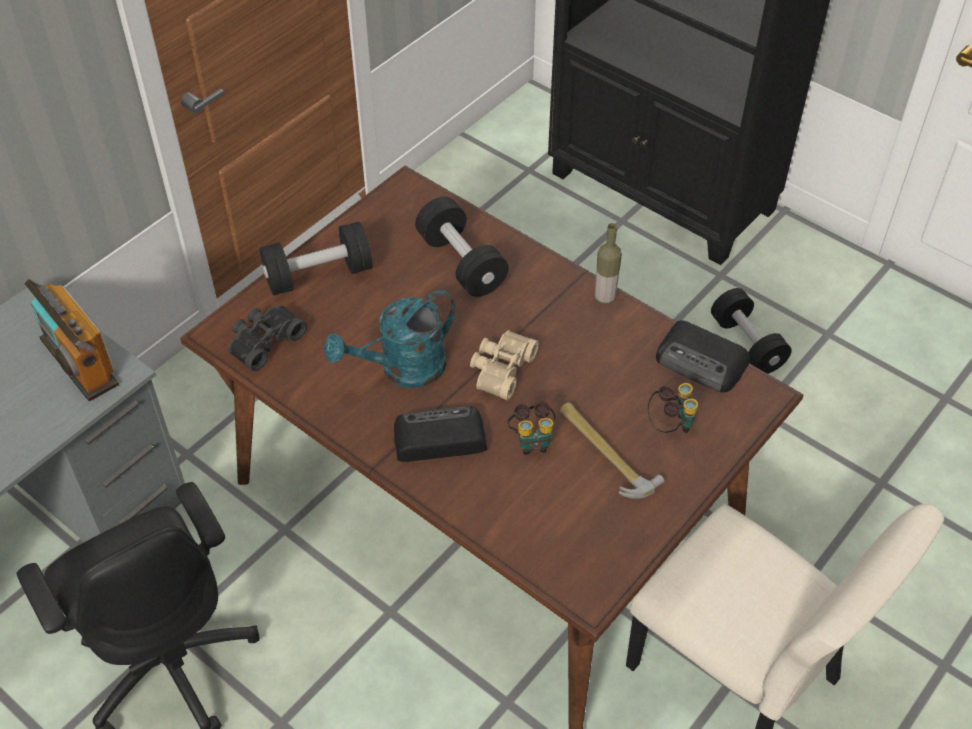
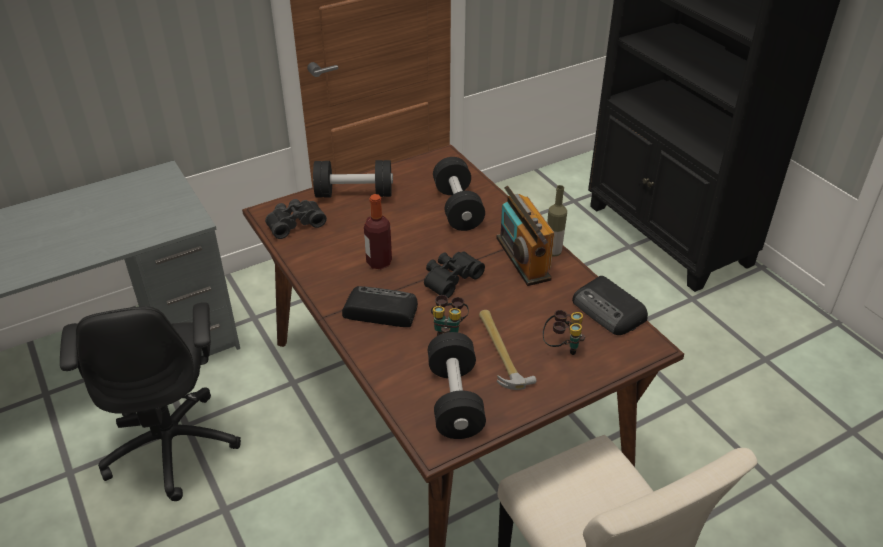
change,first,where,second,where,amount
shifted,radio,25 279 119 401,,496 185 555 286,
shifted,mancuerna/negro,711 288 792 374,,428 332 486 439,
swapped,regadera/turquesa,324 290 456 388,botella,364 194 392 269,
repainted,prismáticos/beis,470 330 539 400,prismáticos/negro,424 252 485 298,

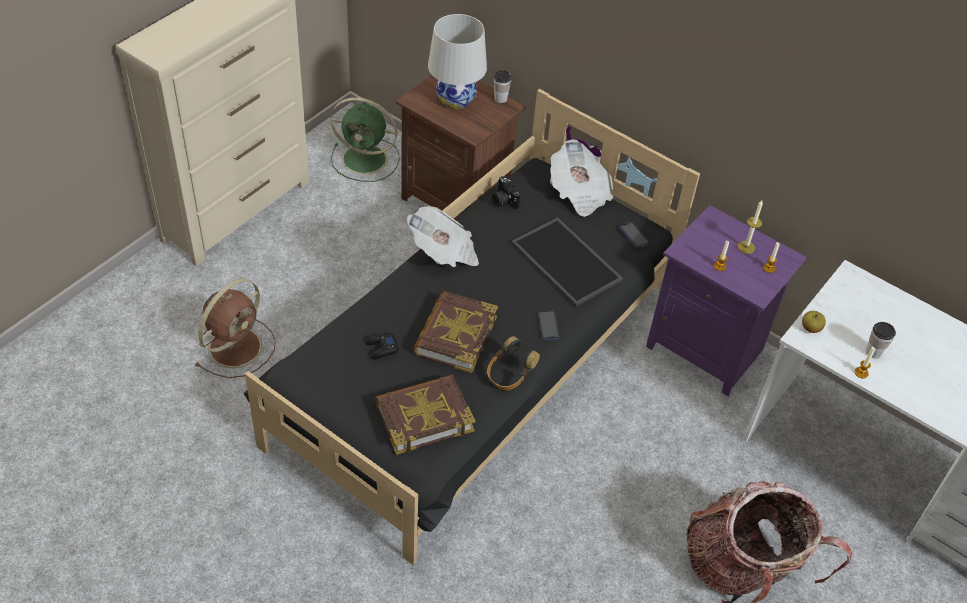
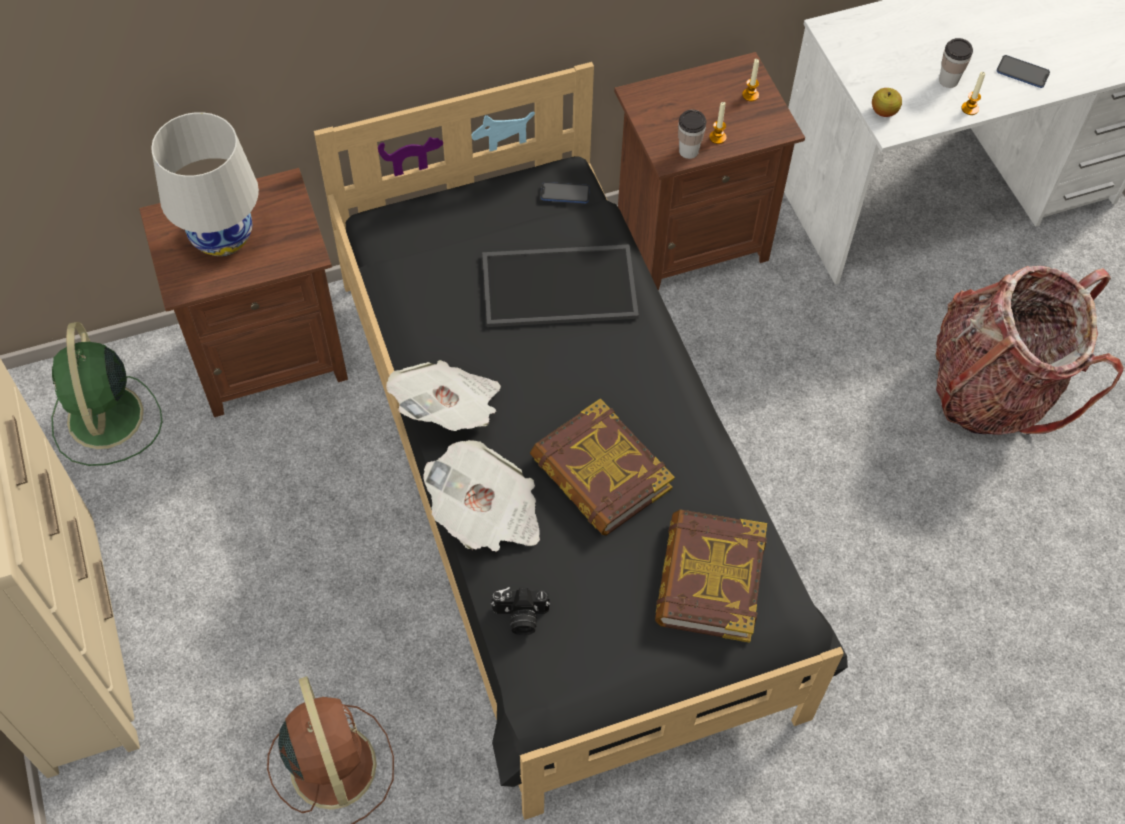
change,first,where,second,where,amount
gone,mando de consola/negro,366 332 399 359,,,
gone,auriculares,487 336 540 390,,,
gone,vela,738 200 763 254,,,
shifted,cámara,492 176 520 209,,491 587 550 635,
shifted,taza,494 70 512 103,,678 109 706 159,
shifted,móvil,538 310 560 340,,997 55 1050 88,
shifted,periódico,550 139 613 217,,423 440 540 552,
repainted,mesita de noche/morado,646 205 807 396,mesita de noche/marrón,614 52 805 291,
rotated,ventilador/verde,330 97 400 182,,51 322 163 466,120 degrees clockwise

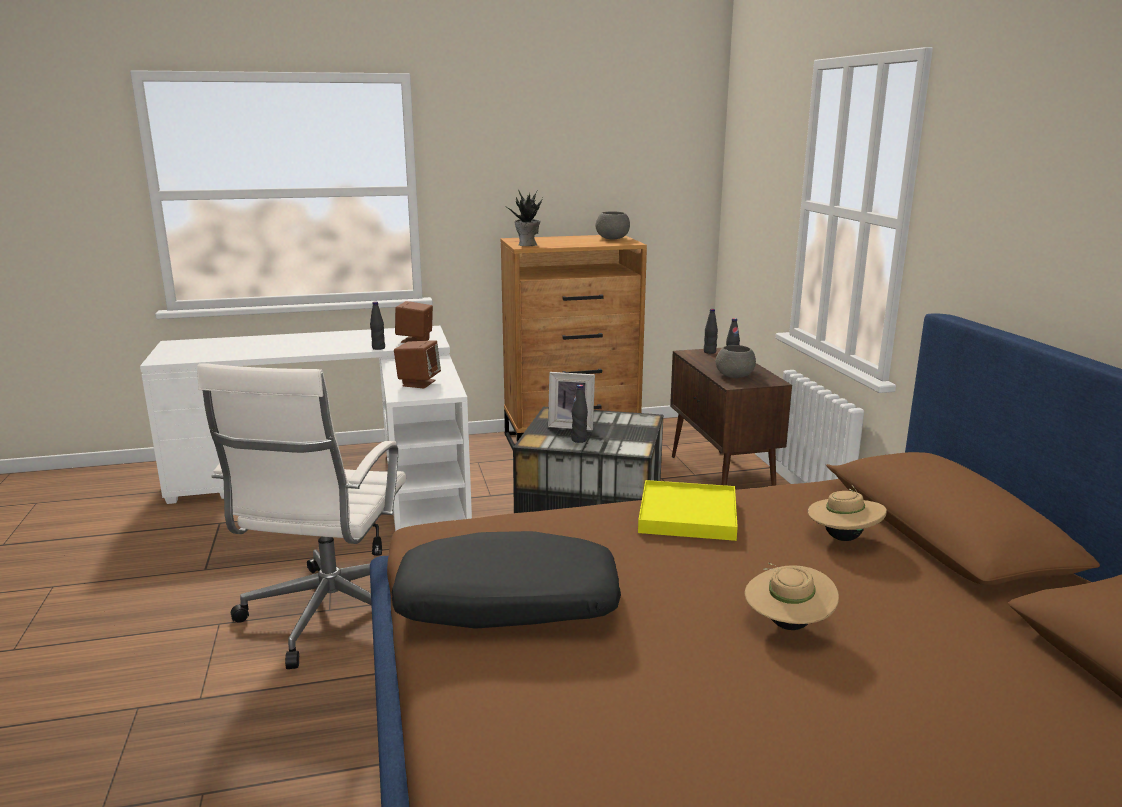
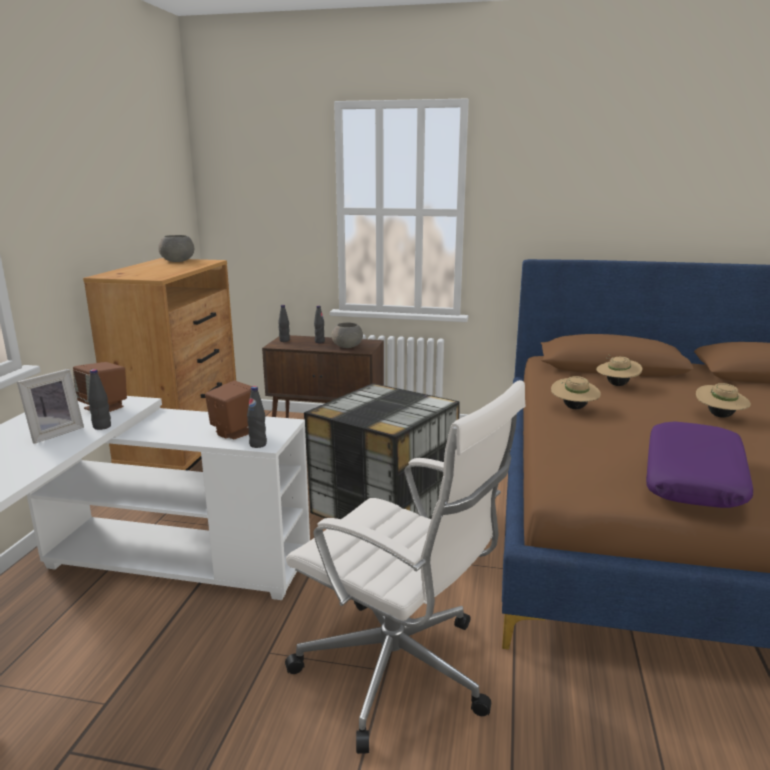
change,first,where,second,where,amount
gone,planta en maceta,507 190 543 246,,,
shifted,portarretratos,548 372 595 430,,17 369 84 444,
shifted,botella/negro,571 385 588 443,,247 386 267 448,
swapped,bandeja/amarillo,638 480 738 541,sombrero/beis,551 376 601 409,
repainted,cojín/negro,392 531 621 629,cojín/morado,646 421 754 508,

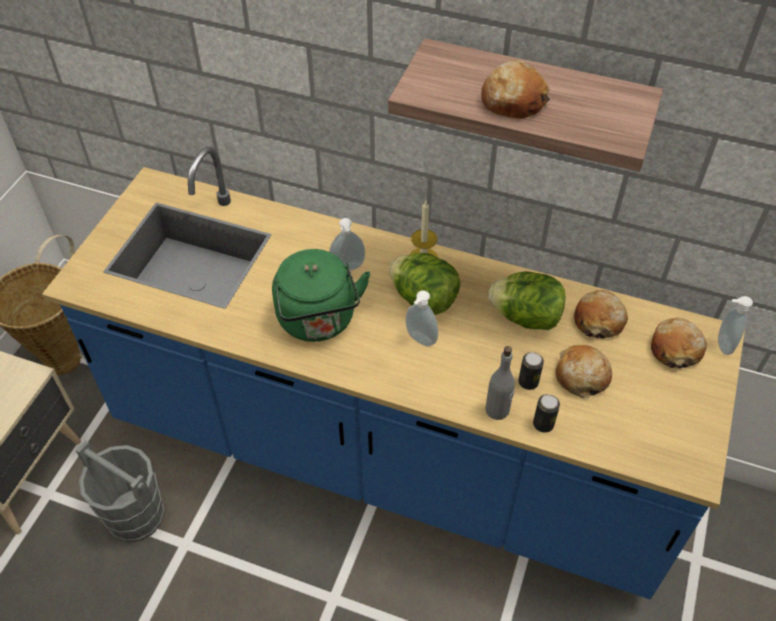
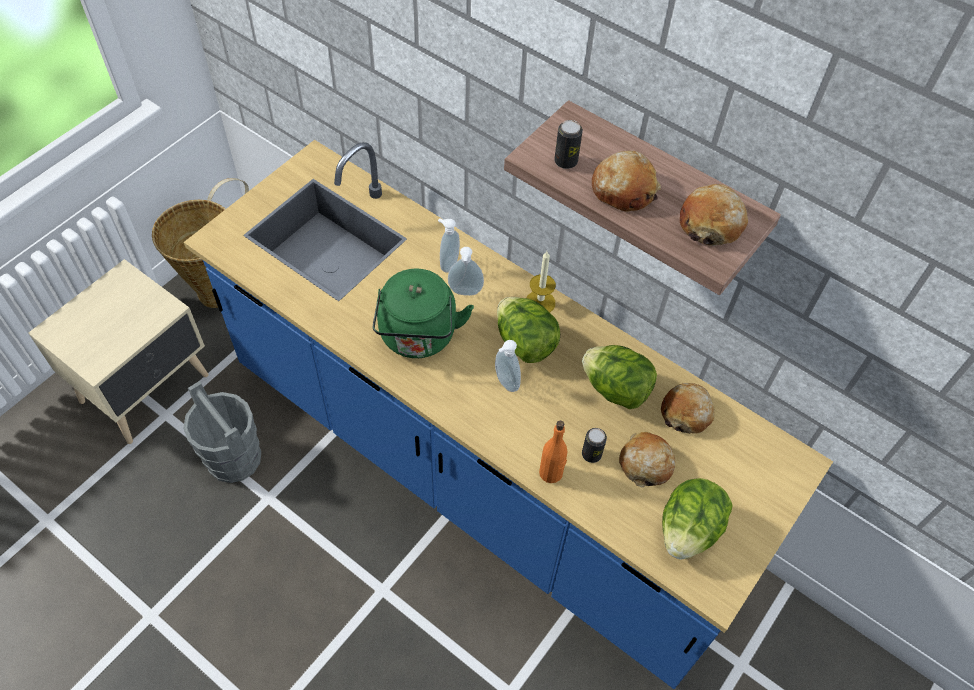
change,first,where,second,where,amount
new,,,lechuga,662 478 733 559,
shifted,lata,533 394 560 433,,554 120 583 169,
shifted,pan,651 318 707 369,,680 184 748 246,
shifted,dispensador de jabón,718 296 753 355,,438 218 460 273,
repainted,botella/gris,485 346 515 420,botella/naranja,539 421 567 483,

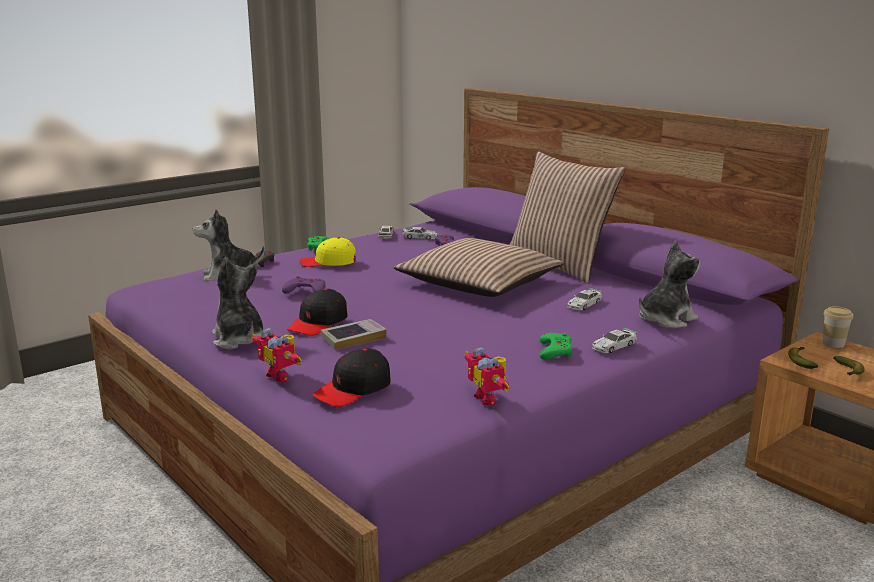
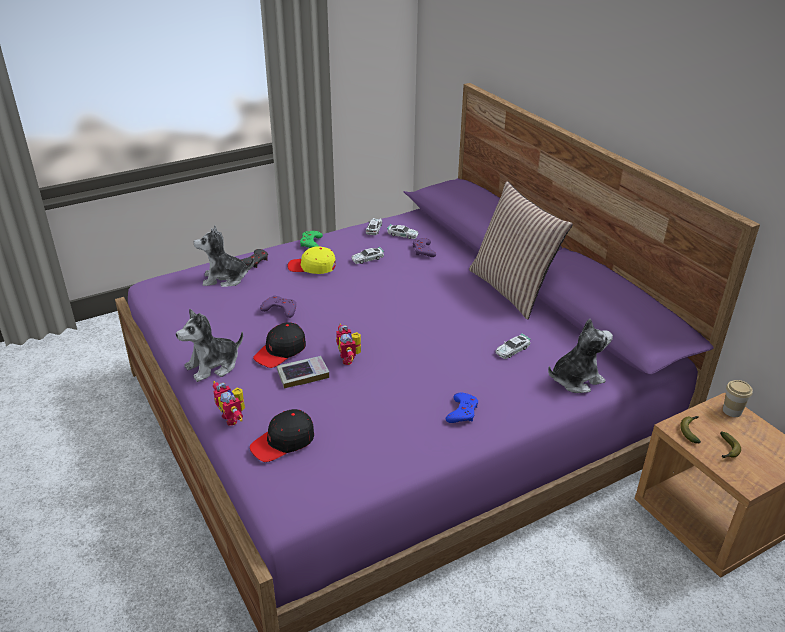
change,first,where,second,where,amount
gone,cojín,394 238 564 297,,,
shifted,robot de juguete,464 348 509 406,,336 323 361 365,
shifted,coche de juguete,592 328 637 353,,351 247 384 264,
repainted,mando de consola/verde,539 333 572 360,mando de consola/azul,446 393 478 423,
rotated,peluche,212 257 267 349,,176 309 243 382,105 degrees counterclockwise

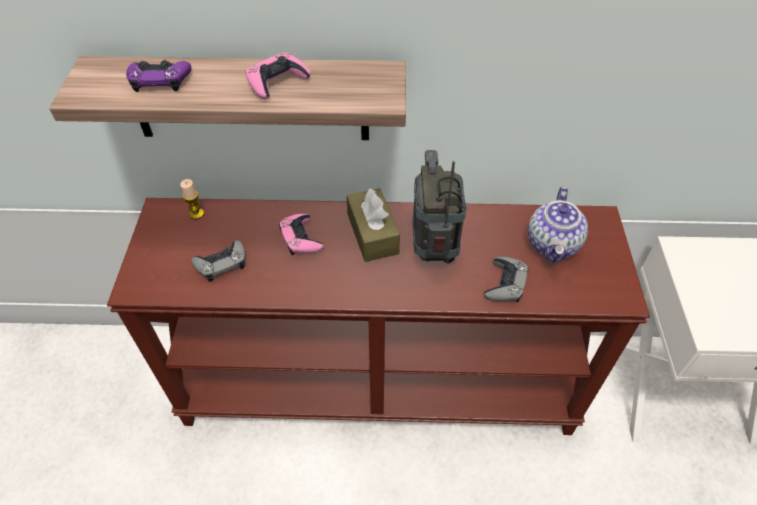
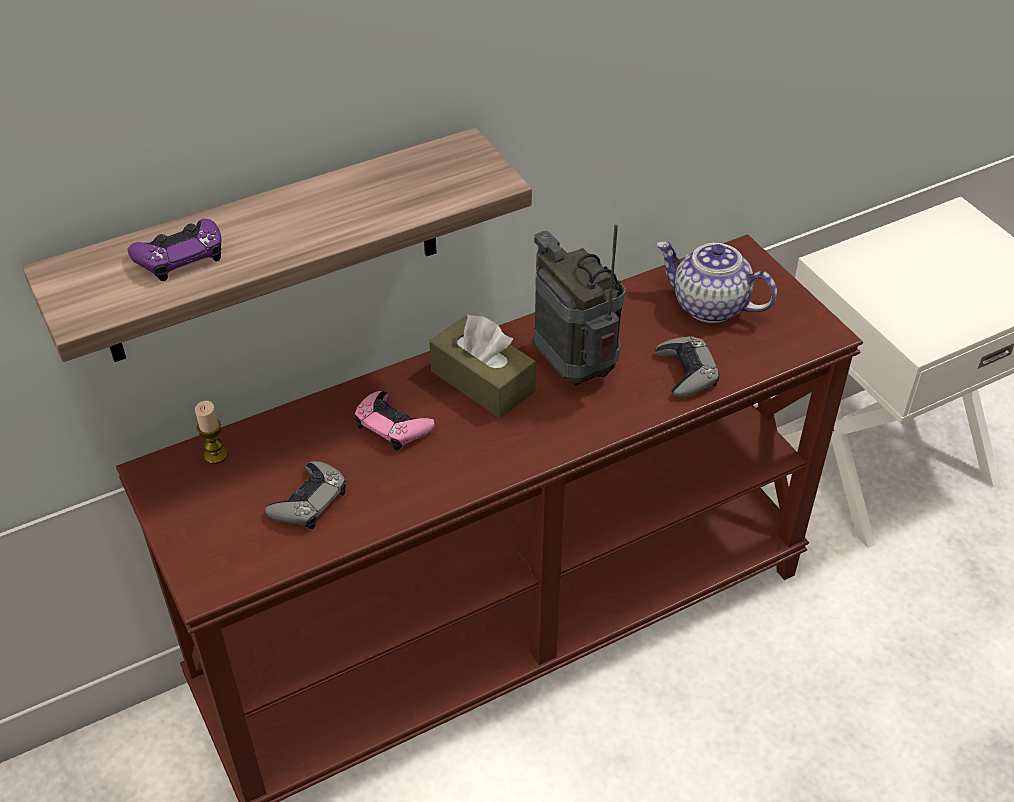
change,first,where,second,where,amount
gone,mando de consola/rosa,245 53 310 100,,,
rotated,tetera,528 187 588 263,,656 241 777 323,135 degrees clockwise

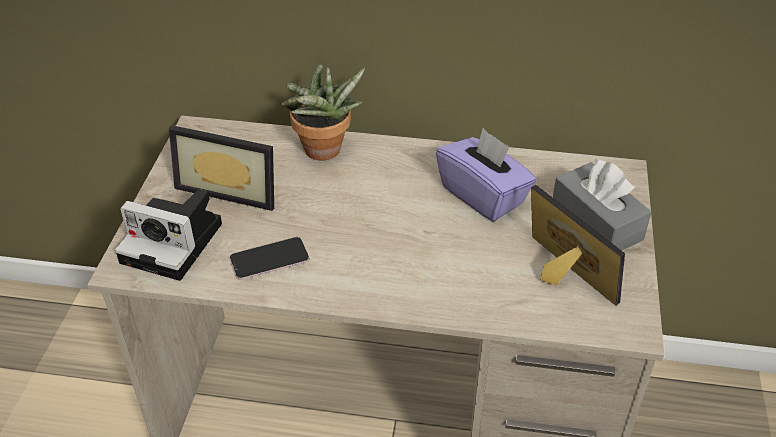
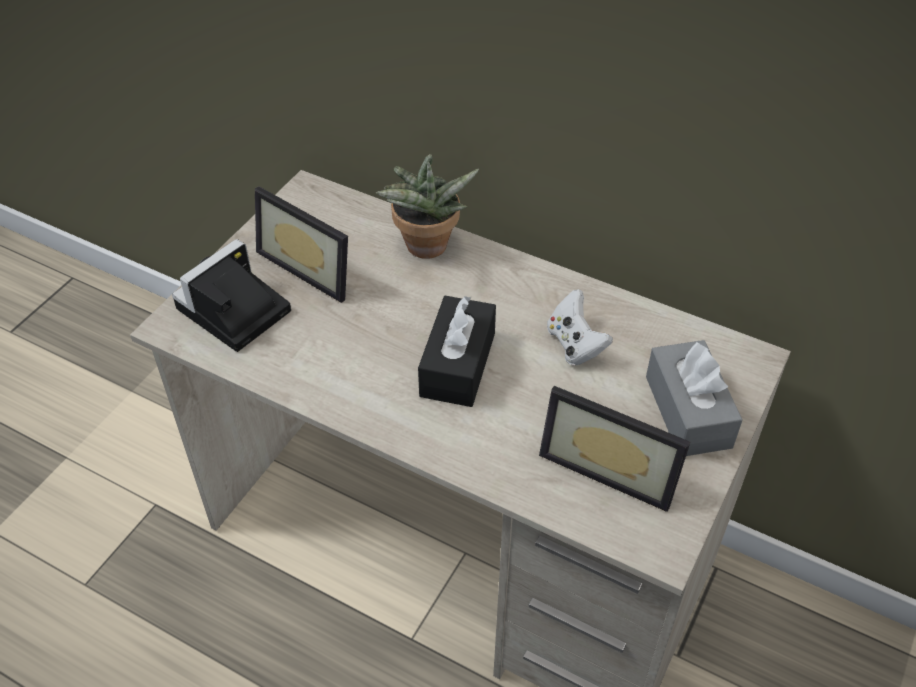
change,first,where,second,where,amount
gone,móvil,229 237 310 280,,,
new,,,caja de pañuelos/negro,418 296 496 407,
swapped,caja de pañuelos/morado,436 128 537 222,mando de consola/blanco,547 289 613 366,
rotated,cámara,115 189 222 281,,172 239 291 352,90 degrees clockwise
rotated,portarretratos,531 185 625 306,,539 386 690 512,135 degrees clockwise

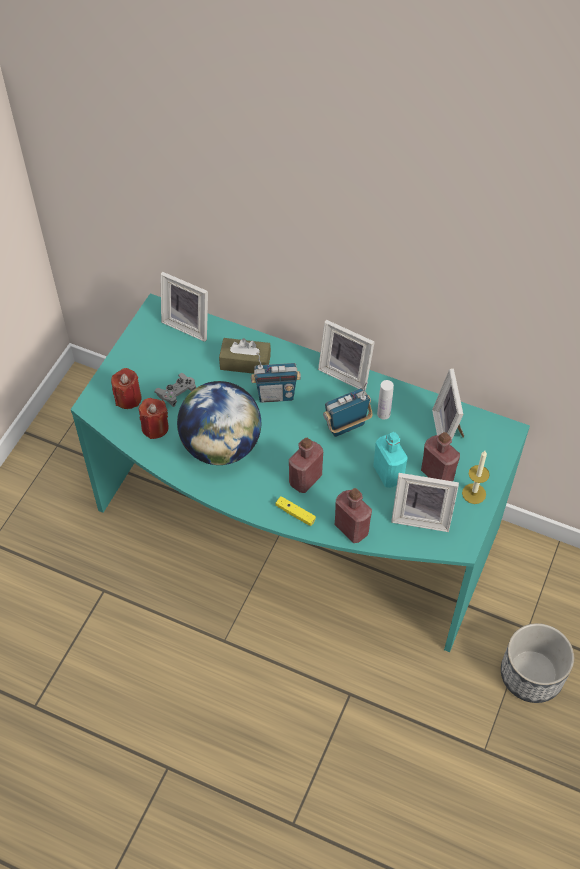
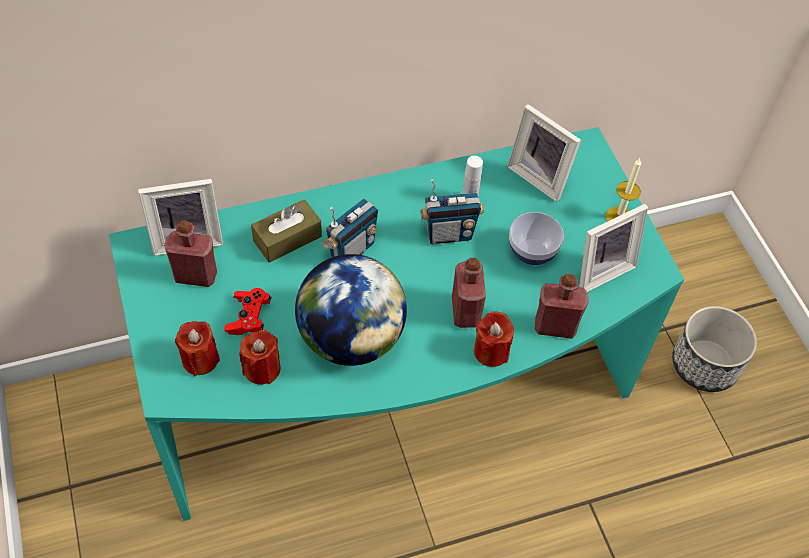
change,first,where,second,where,amount
gone,portarretratos,318 320 375 390,,,
shifted,botella/rojo,421 432 460 481,,164 220 217 287,
swapped,mando de consola/amarillo,276 496 316 526,vela/rojo,474 311 514 367,
swapped,botella/turquesa,373 432 408 488,cuenco,509 212 564 265,
repainted,mando de consola/gris,155 373 196 407,mando de consola/rojo,224 288 271 335,
rotated,radio,323 382 373 437,,420 179 484 244,120 degrees counterclockwise

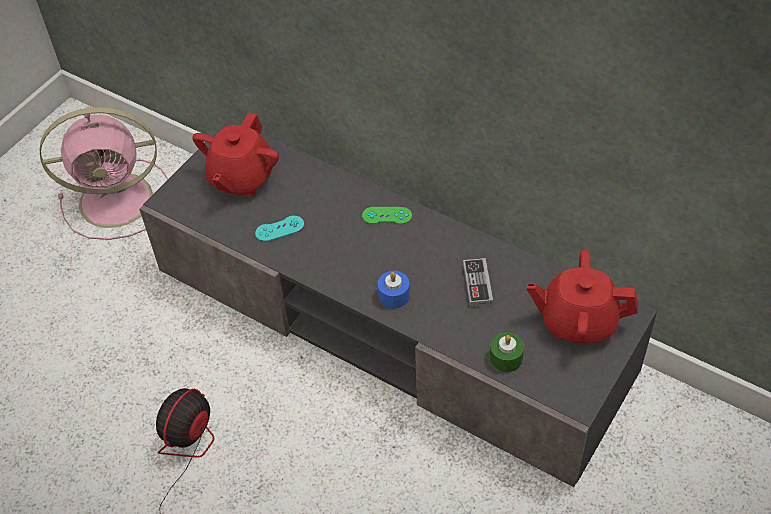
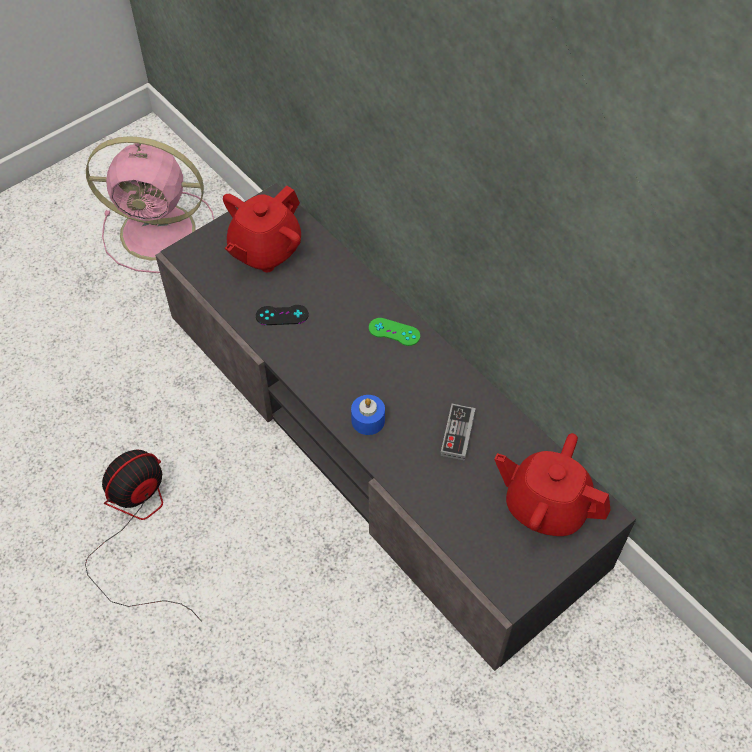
change,first,where,second,where,amount
gone,vela/verde,490 332 524 372,,,
repainted,mando de consola/turquesa,255 216 304 242,mando de consola/negro,256 305 309 325,

